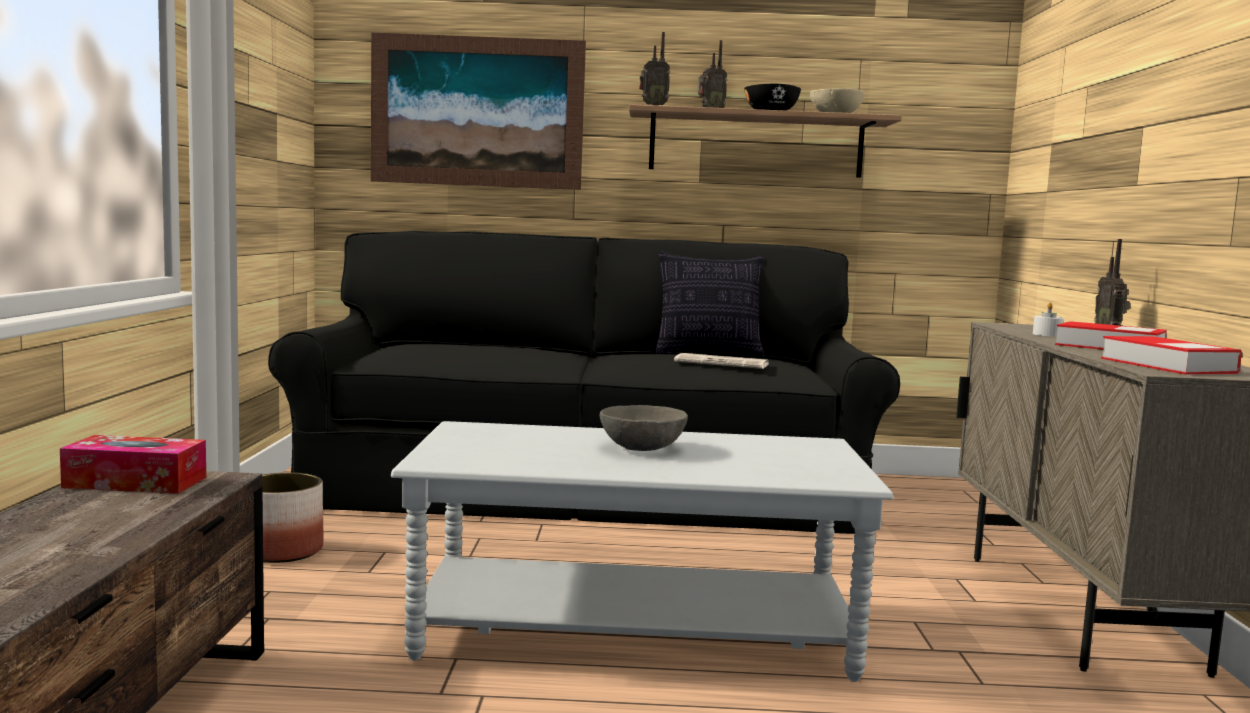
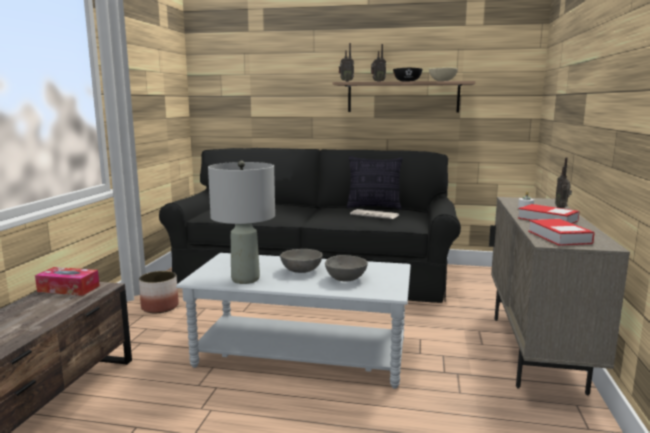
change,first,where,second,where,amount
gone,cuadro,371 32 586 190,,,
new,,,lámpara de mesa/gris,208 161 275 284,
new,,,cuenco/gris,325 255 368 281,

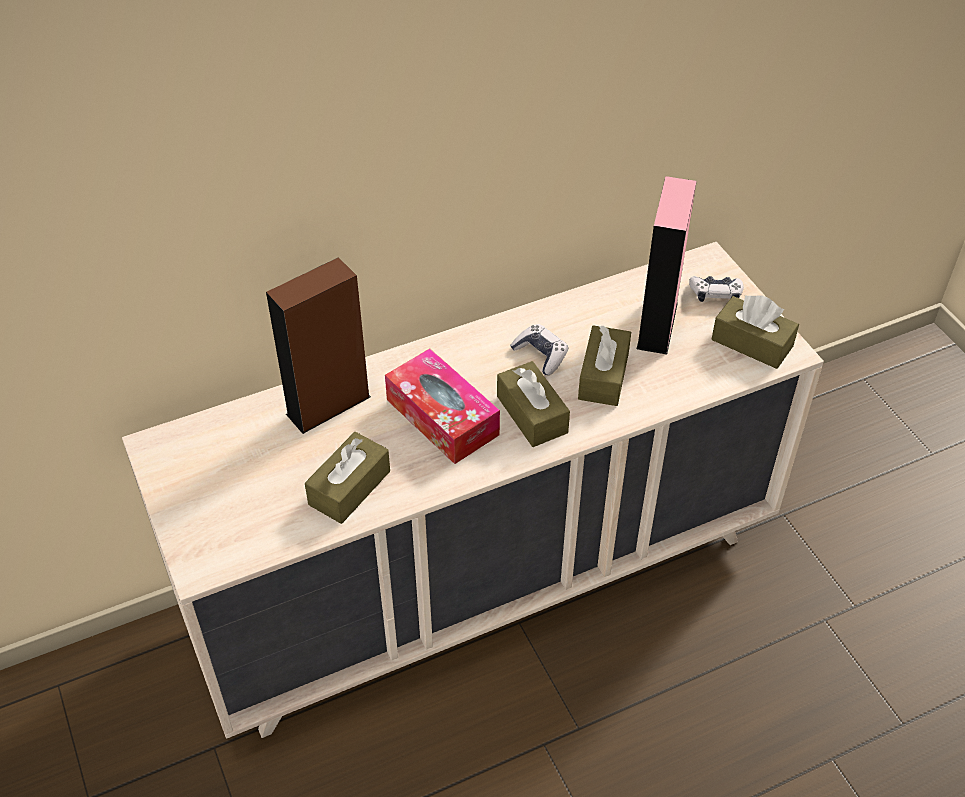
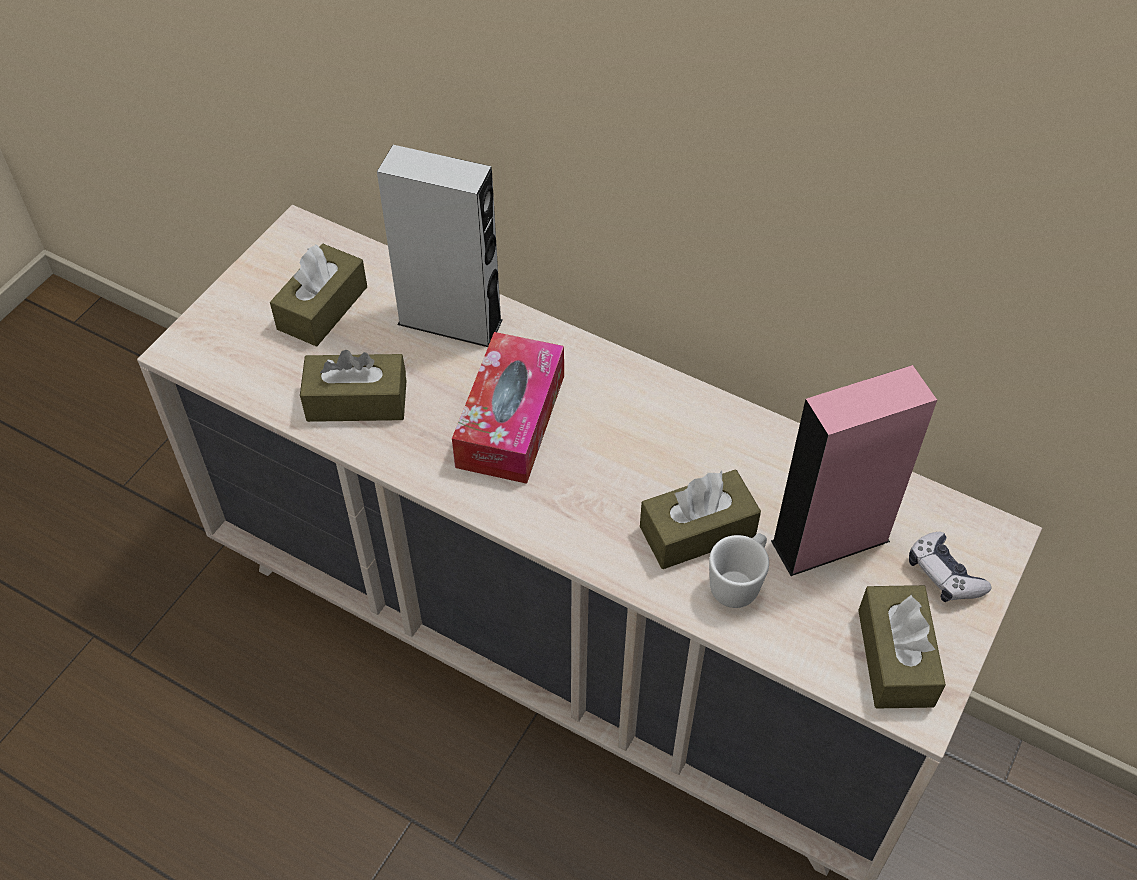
change,first,where,second,where,amount
gone,mando de consola,510 324 568 375,,,
new,,,taza grande/blanco,709 533 769 608,
shifted,caja de pañuelos/marrón,497 361 570 447,,270 244 367 346,
repainted,altavoz/marrón,266 257 371 434,altavoz/gris,377 145 503 347,

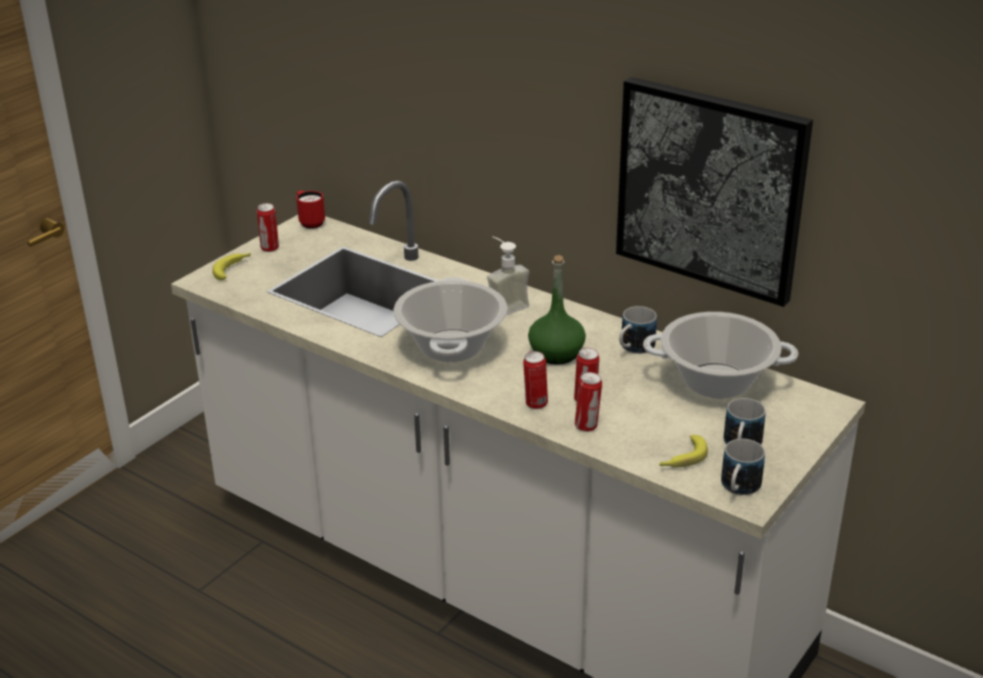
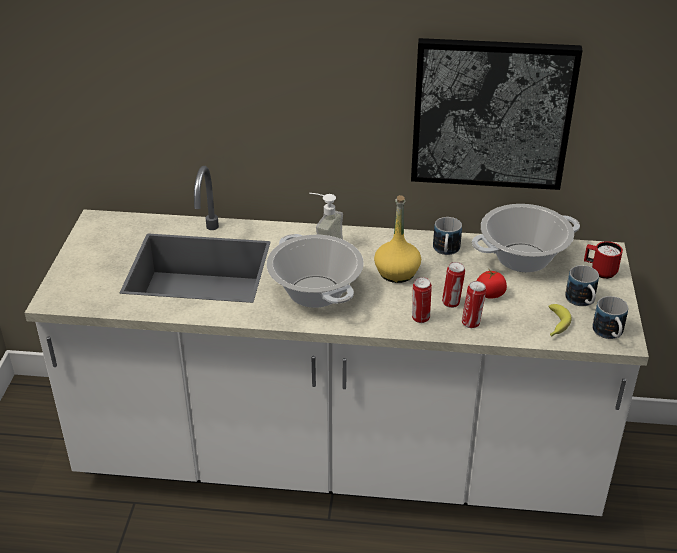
change,first,where,second,where,amount
gone,plátano,212 253 251 280,,,
gone,lata,257 203 279 252,,,
new,,,tomate,477 270 507 299,
shifted,taza grande/rojo,296 190 325 229,,584 241 623 279,
repainted,botella/verde,528 255 586 365,botella/amarillo,374 195 421 283,

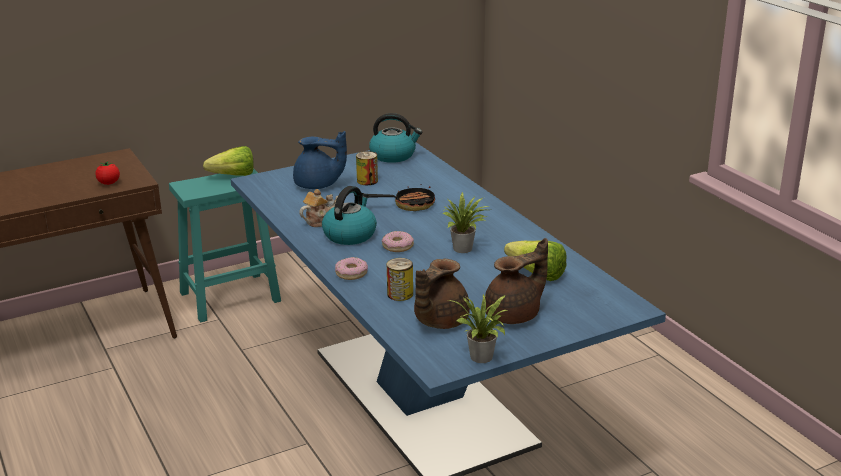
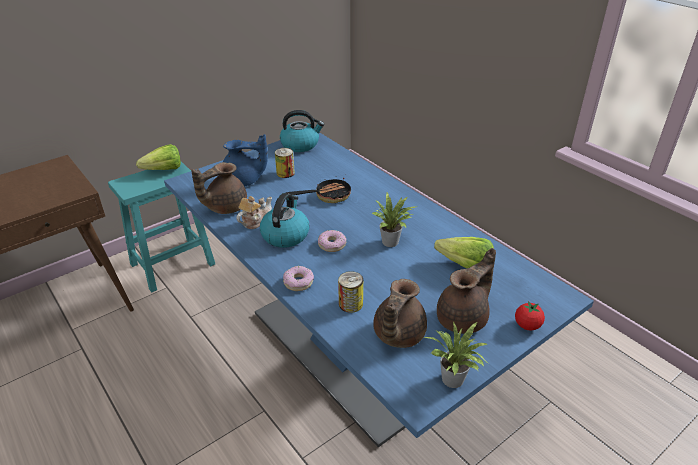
change,first,where,second,where,amount
new,,,tetera/marrón,191 162 247 214,
shifted,tomate,95 161 120 185,,515 301 545 331,

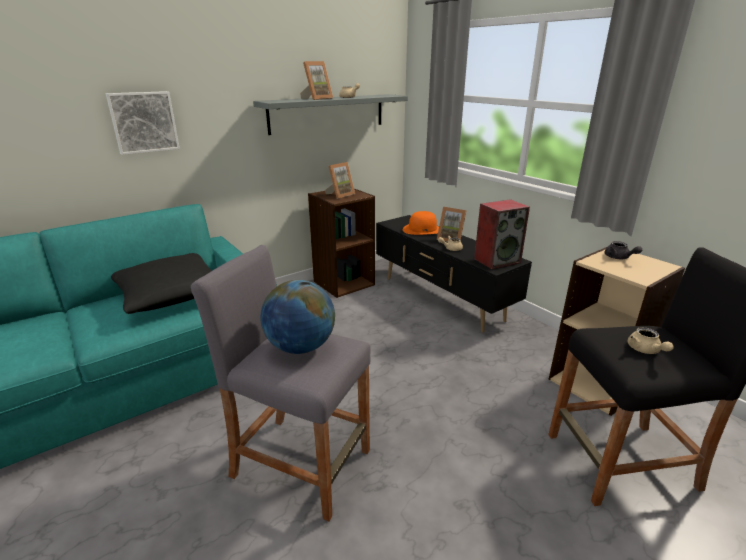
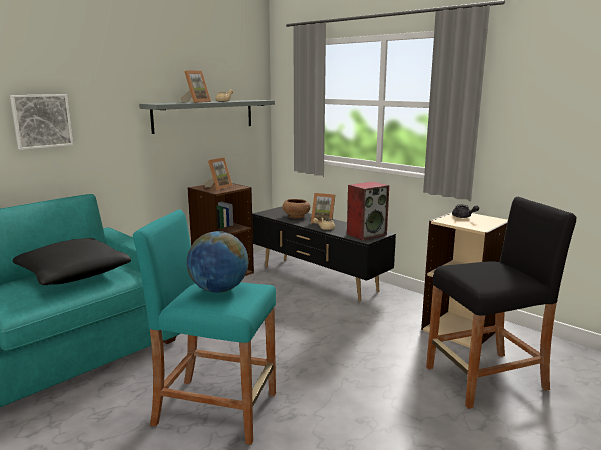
change,first,where,second,where,amount
gone,tetera/beis,628 327 674 354,,,
swapped,sombrero/naranja,403 211 439 235,cuenco/marrón,282 199 310 219,
repainted,taburete/gris,191 245 371 521,taburete/turquesa,133 209 276 445,

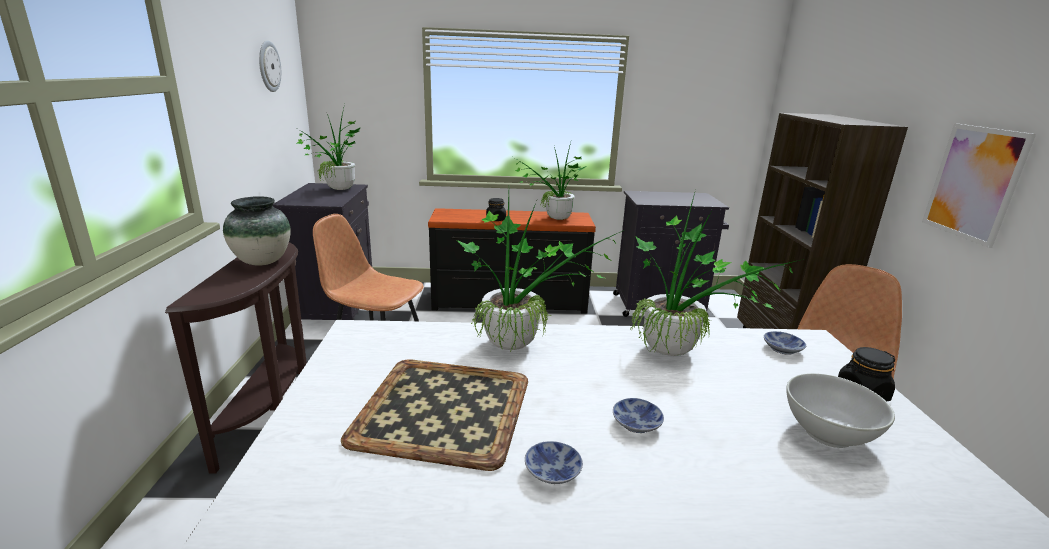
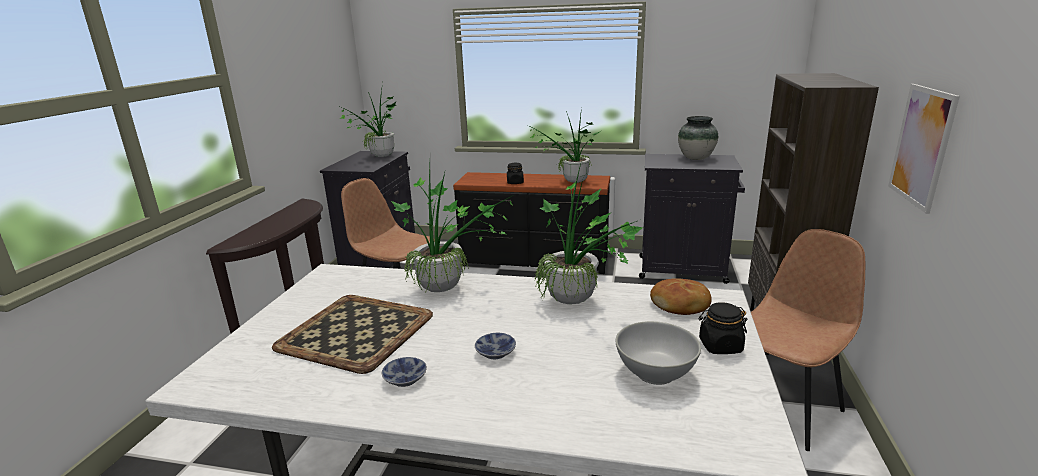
change,first,where,second,where,amount
gone,reloj de pared,259 40 281 92,,,
shifted,florero,223 196 291 266,,678 116 718 160,
swapped,cuenco,764 331 806 355,pan,650 278 712 315,

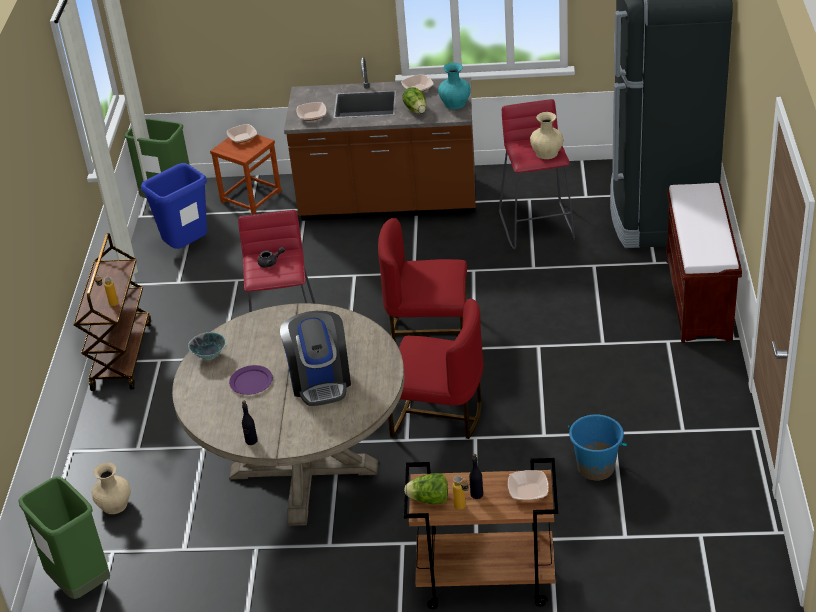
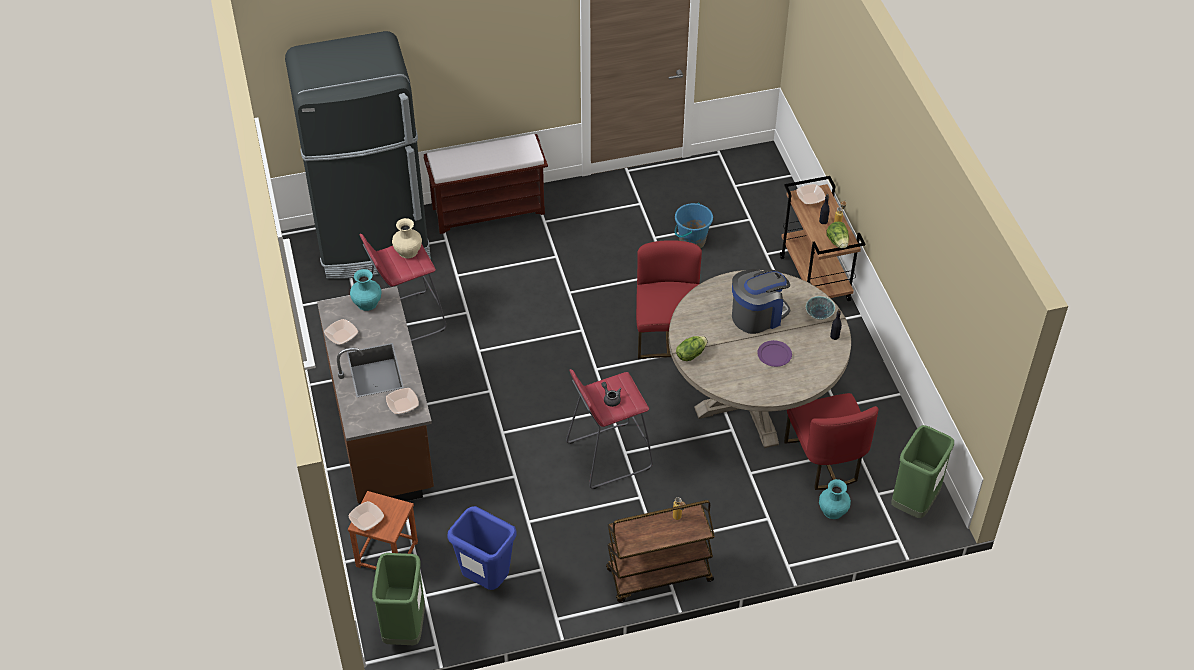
change,first,where,second,where,amount
shifted,cuenco,188 332 226 360,,806 296 835 320,
shifted,silla/rojo,378 218 467 342,,784 393 878 490,
shifted,lechuga,403 87 426 113,,676 336 708 361,
repainted,florero/beis,92 462 131 514,florero/turquesa,819 479 851 519,

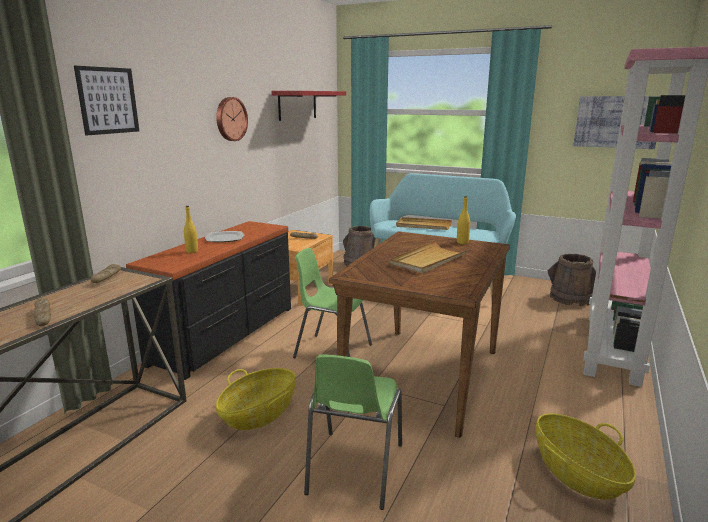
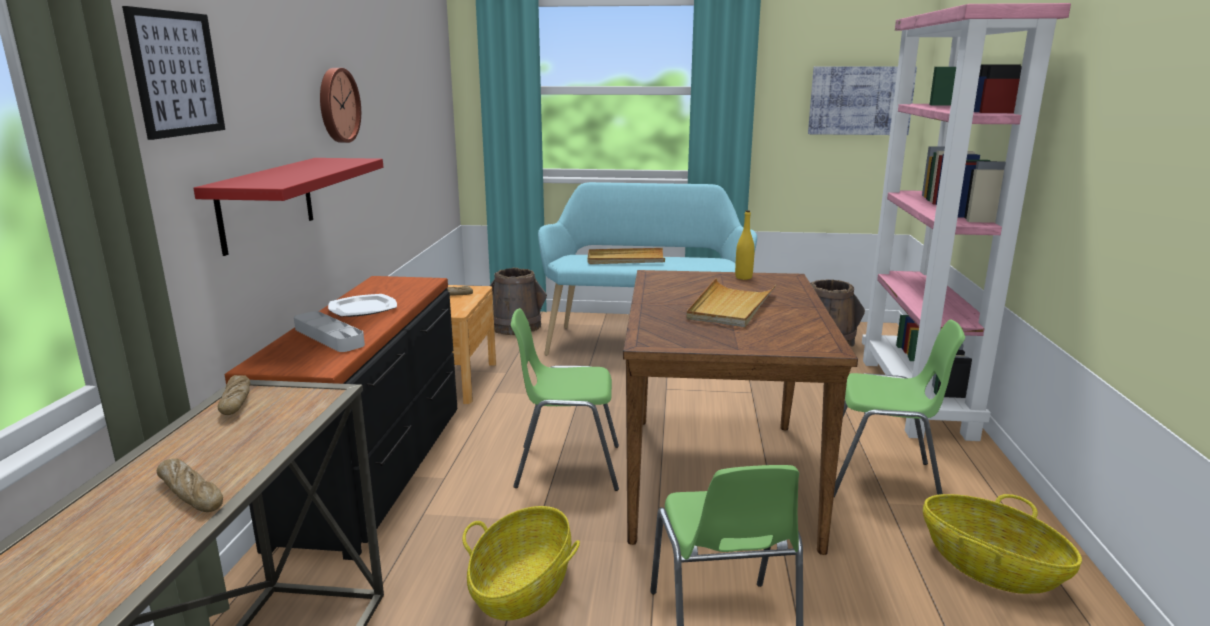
change,first,where,second,where,amount
new,,,silla/verde,834 319 965 497,
shifted,estante/rojo,272 91 346 121,,193 158 383 256,
swapped,botella/amarillo,184 206 198 253,bandeja/gris,294 311 365 352,

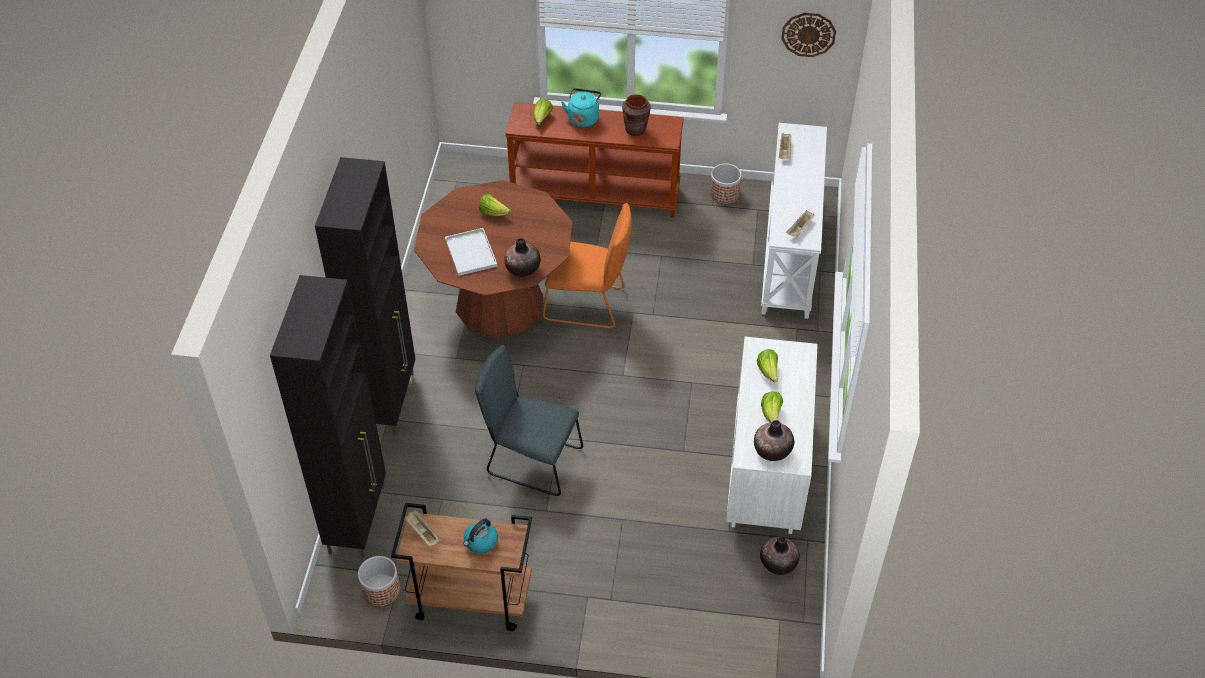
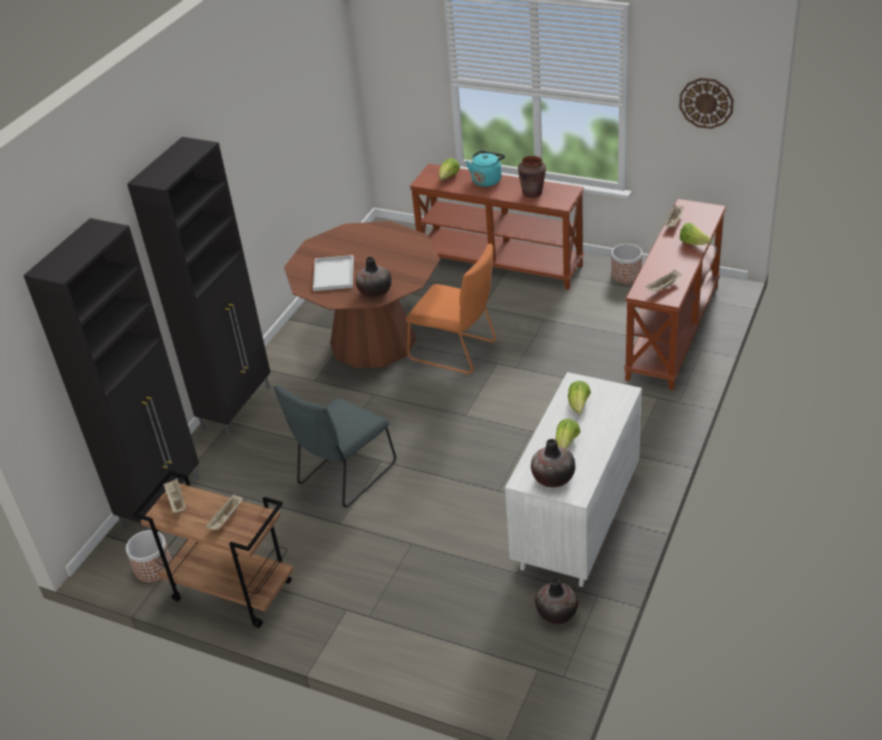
change,first,where,second,where,amount
shifted,lechuga,479 194 511 216,,680 223 712 245,
swapped,hervidor,463 518 498 553,bandeja/beis,205 494 243 530,
repainted,mesa consola/blanco,761 123 827 319,mesa consola/marrón,624 199 726 390,
rotated,silla/gris,475 345 583 496,,274 385 396 507,90 degrees counterclockwise

